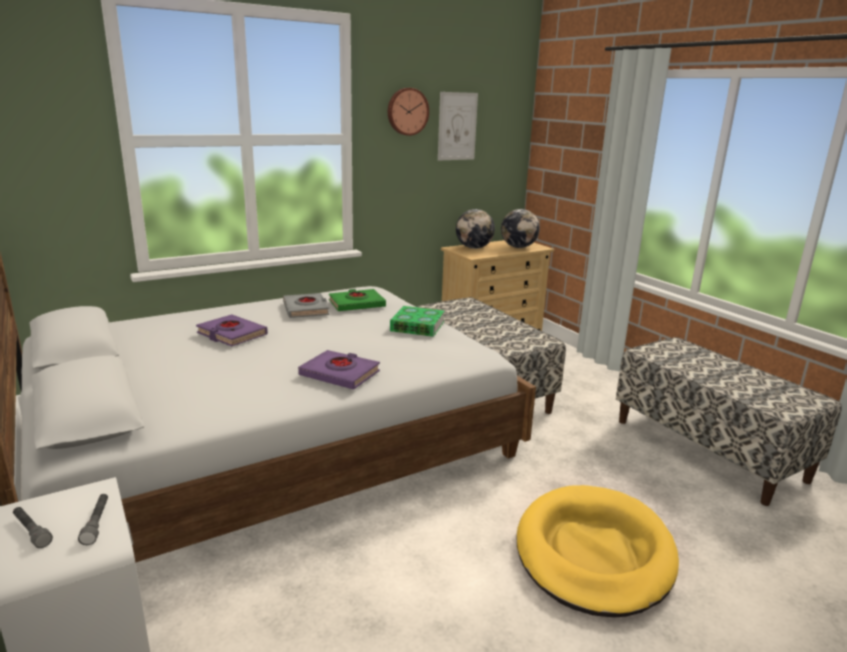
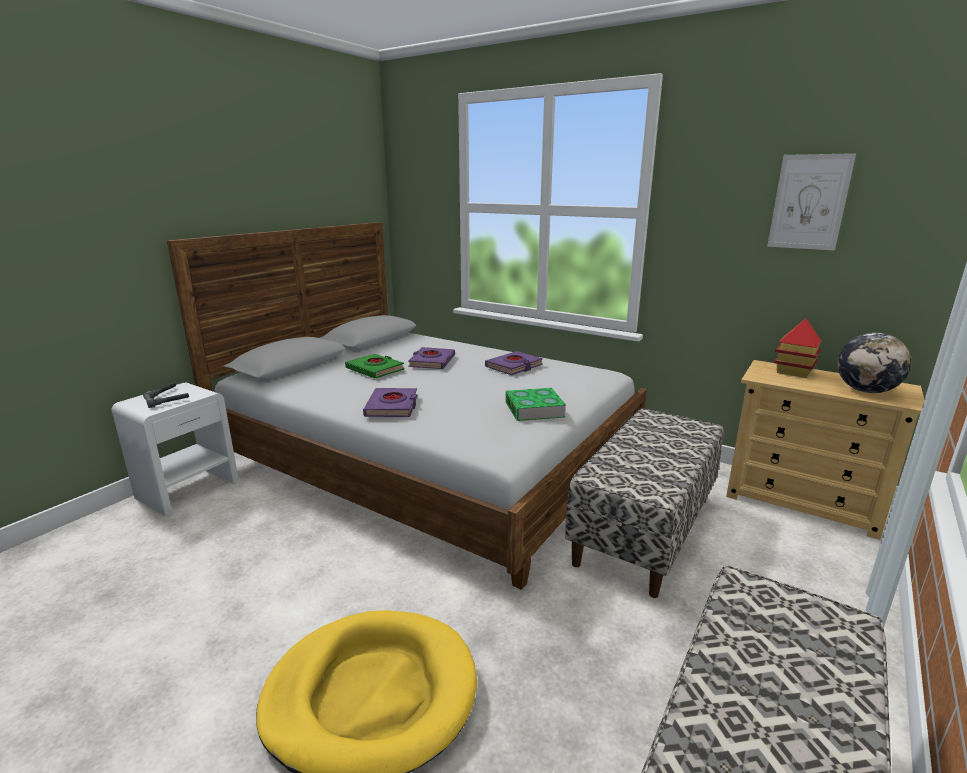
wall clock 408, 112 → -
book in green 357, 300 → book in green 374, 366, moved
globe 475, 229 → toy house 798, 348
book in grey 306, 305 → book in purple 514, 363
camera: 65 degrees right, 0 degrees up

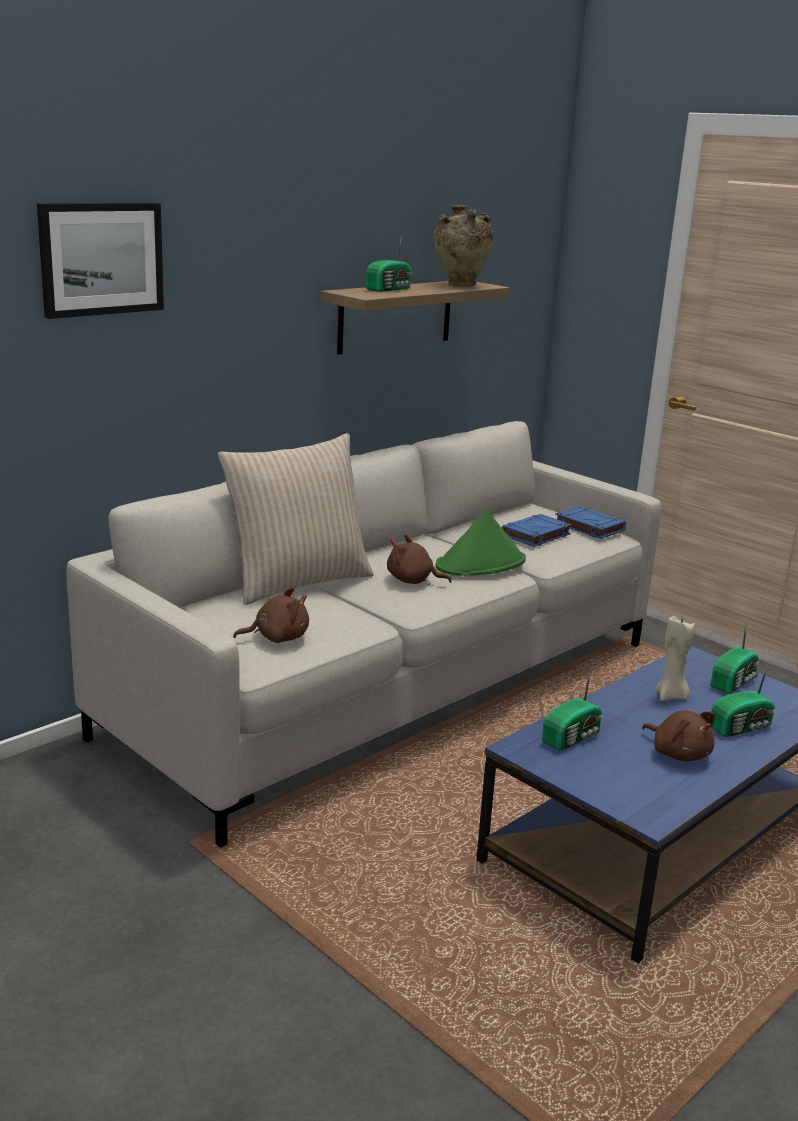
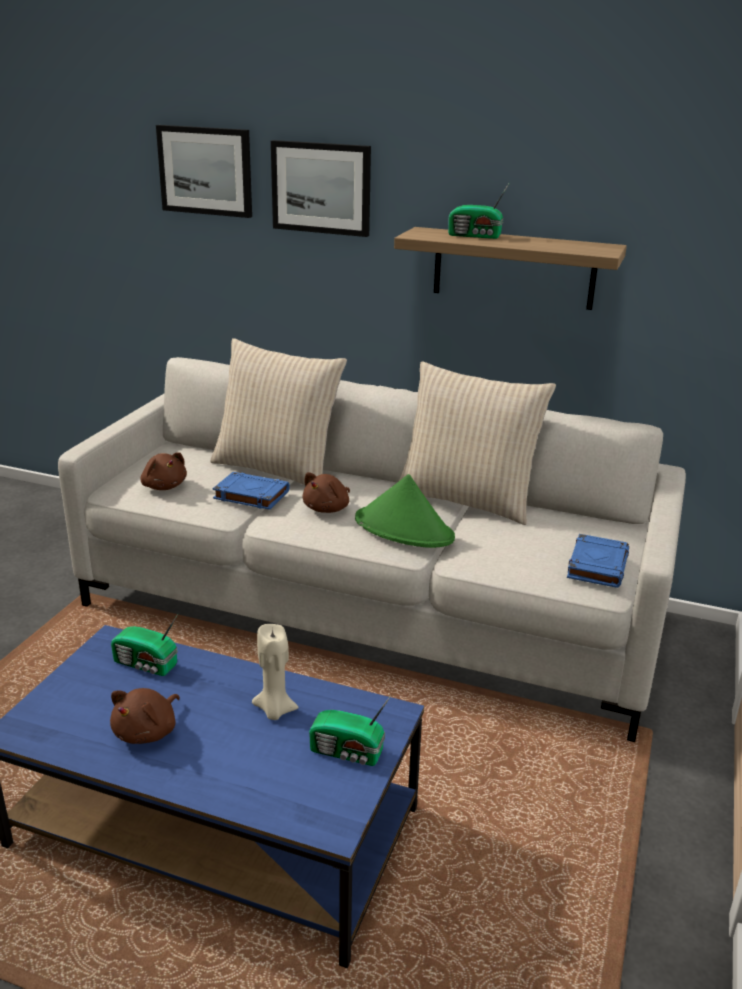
vase in beige 463, 246 → -
radio 743, 699 → -
- → picture 321, 188
- → pillow in beige 477, 443
book in blue 536, 530 → book in blue 251, 491, moved
plush toy in brown 419, 559 → plush toy in brown 326, 492, 135 degrees counterclockwise
camera: 65 degrees right, 5 degrees up

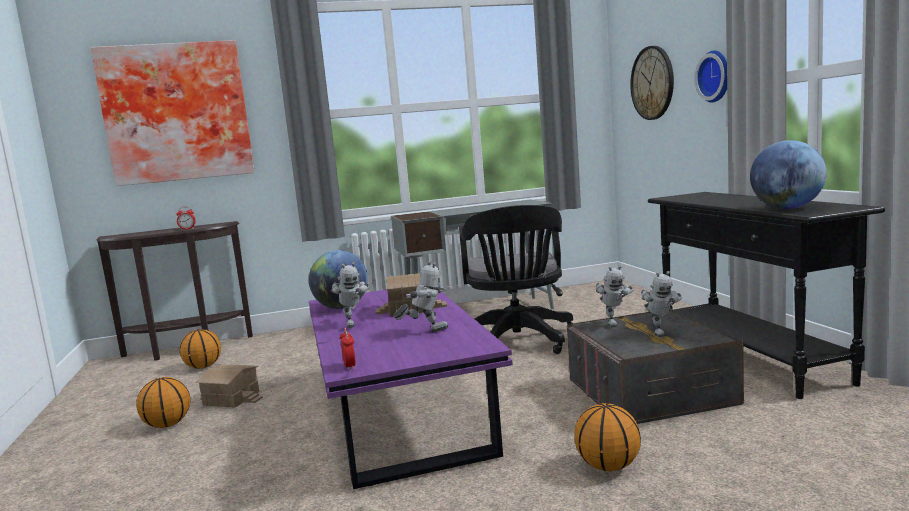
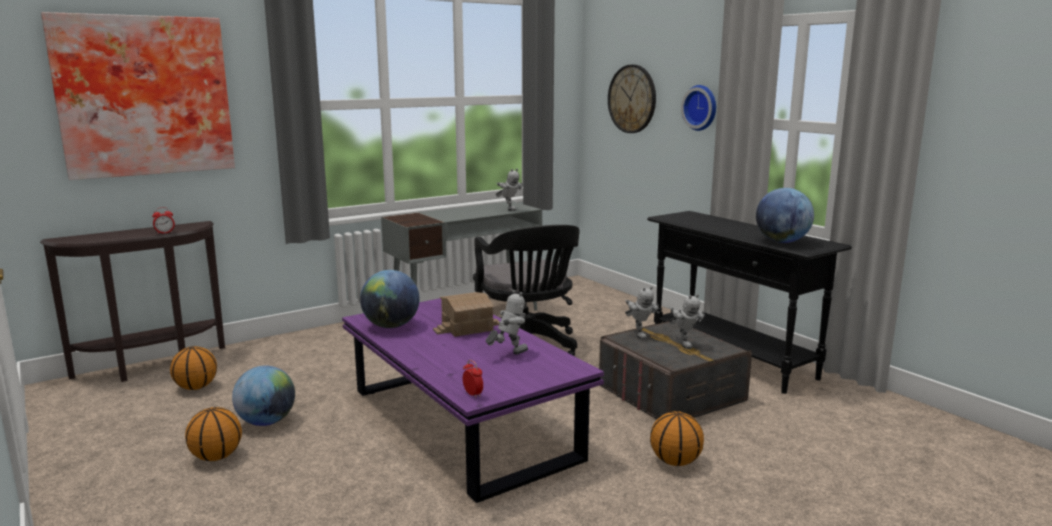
toy robot 350, 295 → toy robot 509, 190, moved
toy house 229, 386 → globe 263, 396
camera: 20 degrees left, 5 degrees up

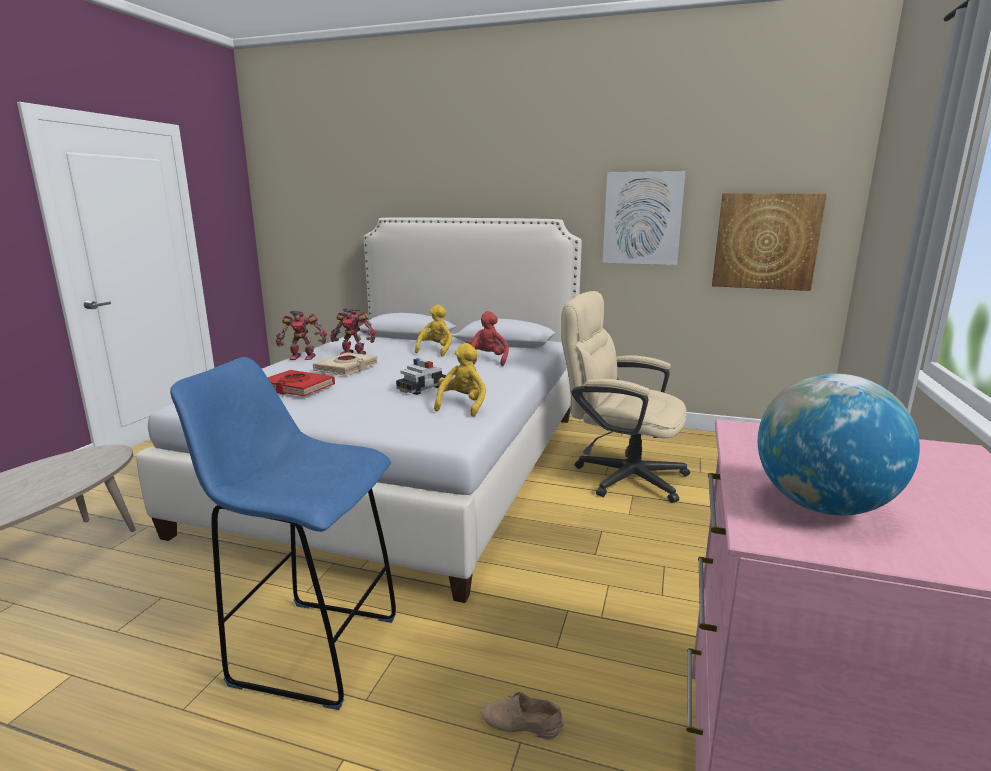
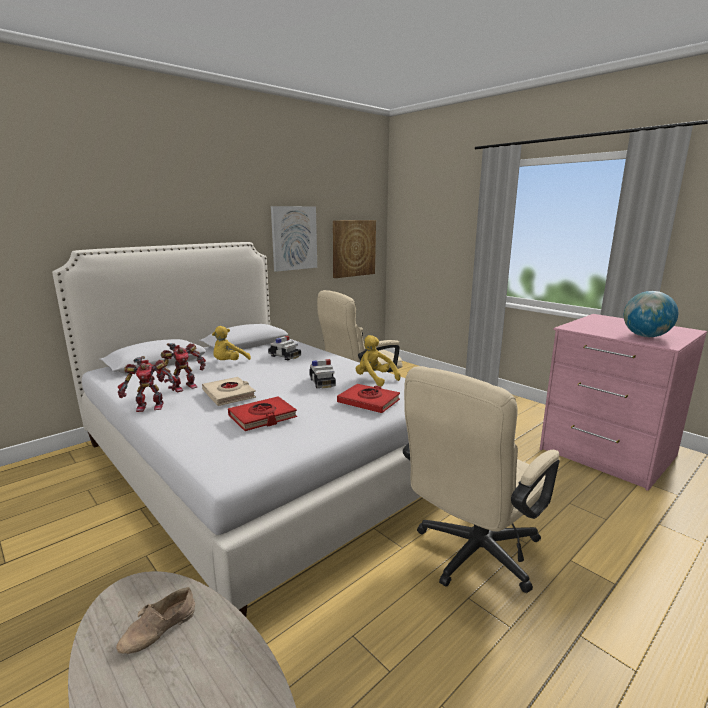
- → book in red 368, 398
shoe in beige 522, 715 → shoe in beige 155, 620, moved
stool in blue 283, 533 → office chair in beige 481, 479
plush toy in red 487, 338 → toy car 284, 348
toy robot 301, 335 → toy robot 148, 384, 45 degrees clockwise
plush toy in yellow 433, 331 → plush toy in yellow 231, 343, 105 degrees counterclockwise
camera: 60 degrees left, 0 degrees up

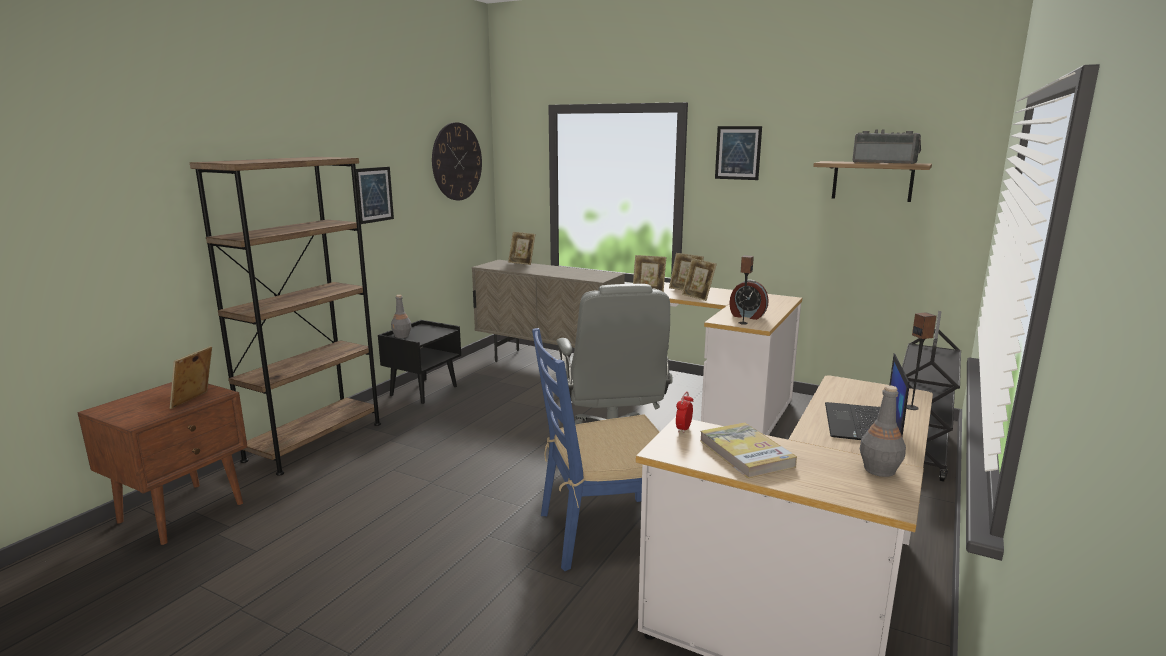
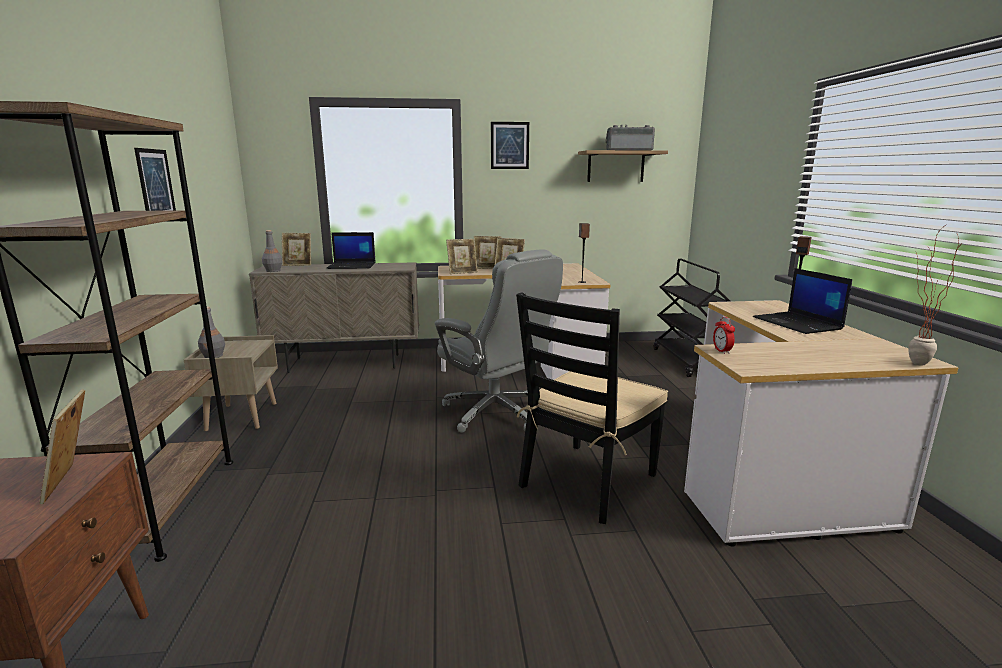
wall clock 457, 161 → -
book 748, 450 → -
alarm clock 749, 300 → -
- → laptop 351, 250
- → potted plant 935, 299
bottle in grey 883, 431 → bottle in grey 272, 251, moved
nightstand in black 419, 362 → nightstand in beige 231, 383
chair in blue 595, 449 → chair in black 592, 408
camera: 35 degrees left, 0 degrees up

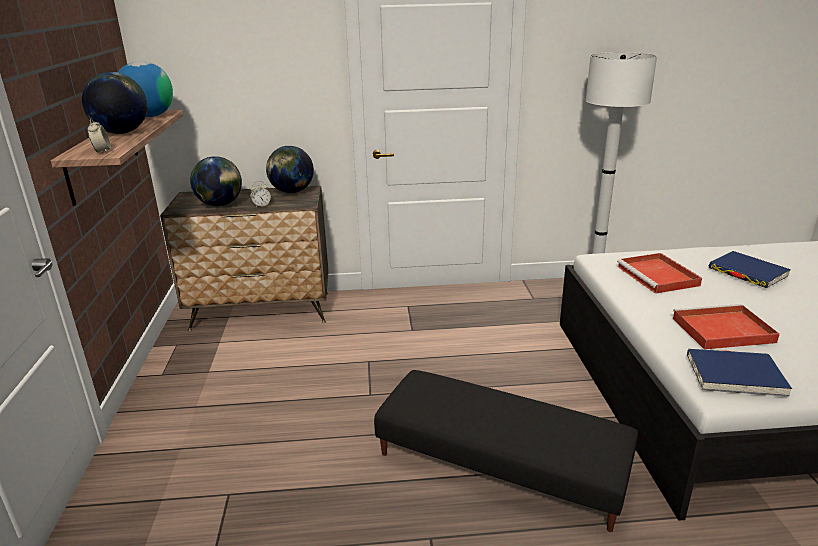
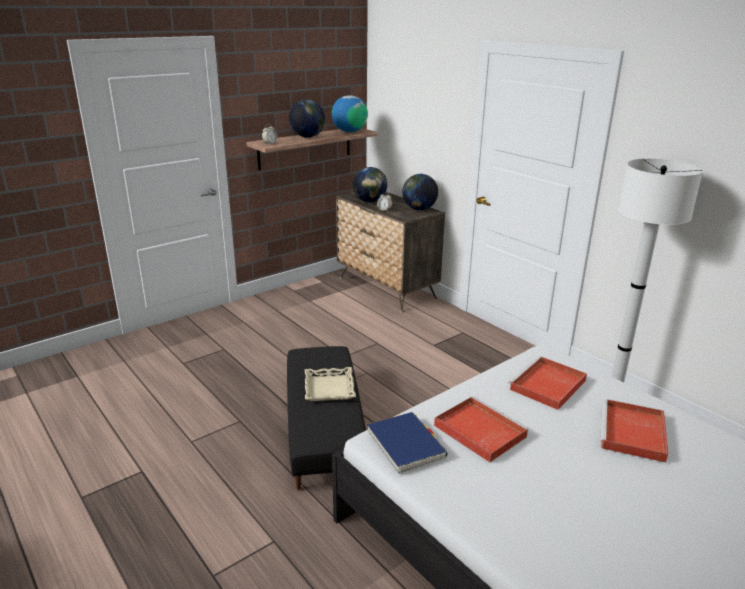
- → tray in beige 330, 384
book in blue 750, 269 → tray in red 634, 430
camera: 55 degrees right, 0 degrees up

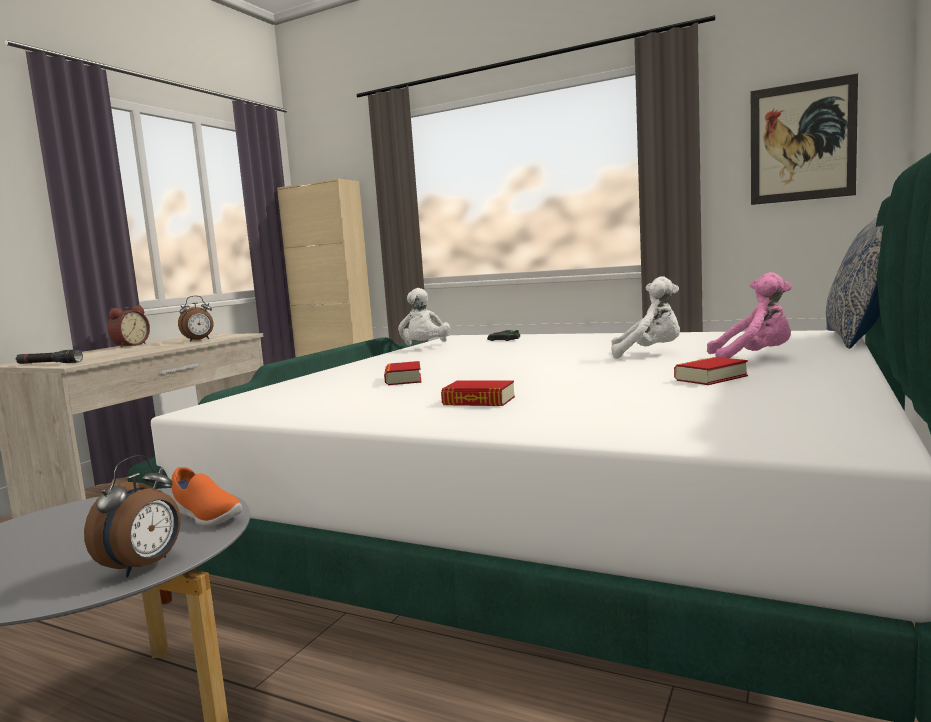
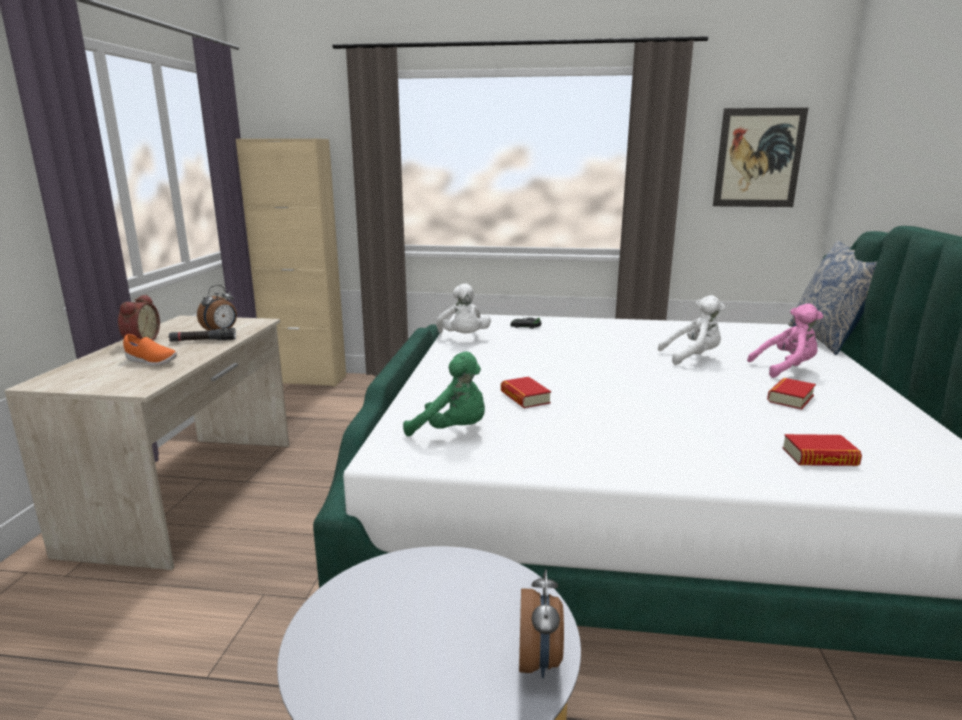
- → plush toy in green 444, 393
flashlight in black 49, 356 → flashlight in black 202, 335, moved
shoe in orange 206, 496 → shoe in orange 150, 350, moved
book 478, 393 → book 822, 450, moved
camera: 20 degrees left, 10 degrees up

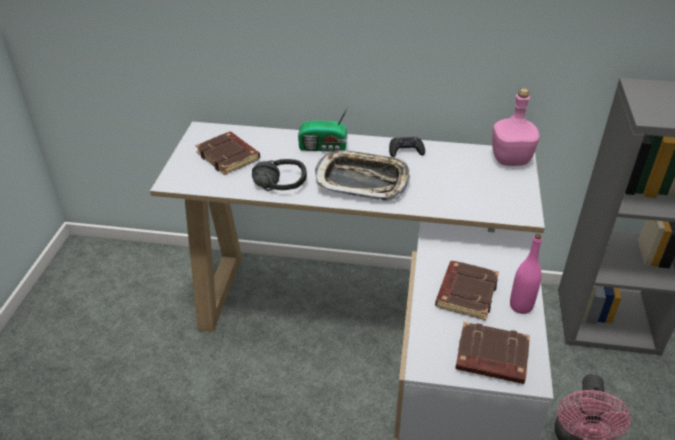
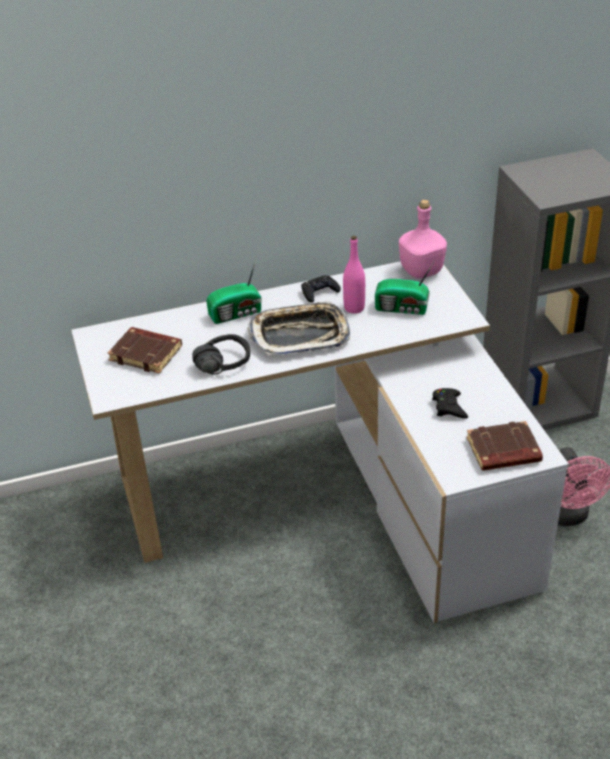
- → radio 404, 288
bottle in pink 526, 274 → bottle in pink 354, 275, moved
book in brown 467, 291 → game controller in black 450, 403
camera: 25 degrees left, 0 degrees up

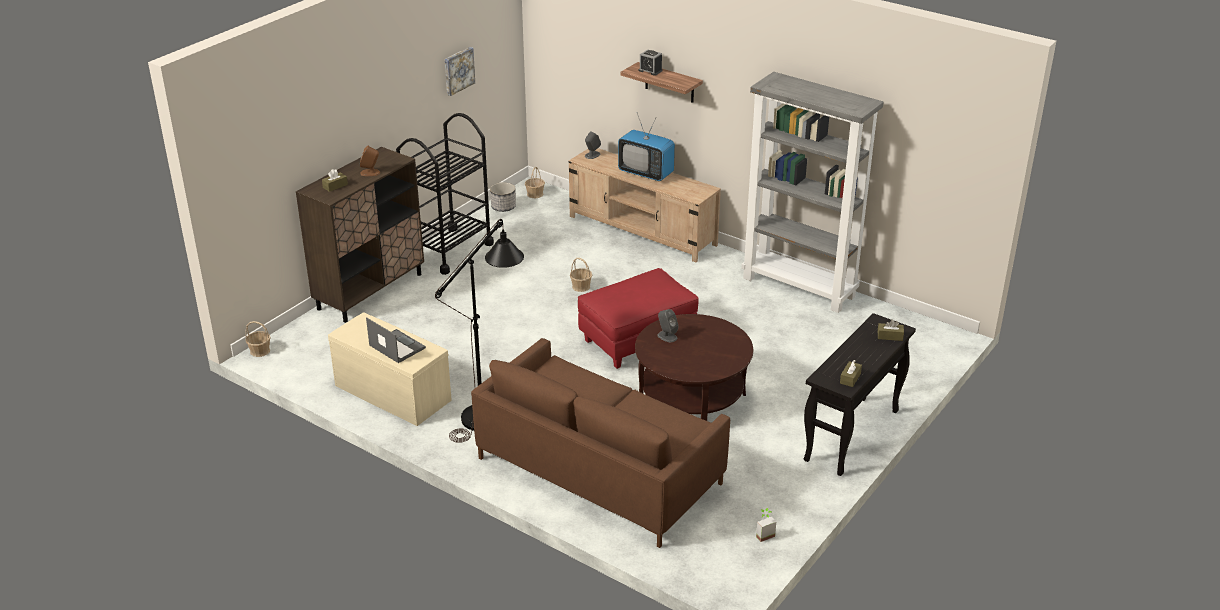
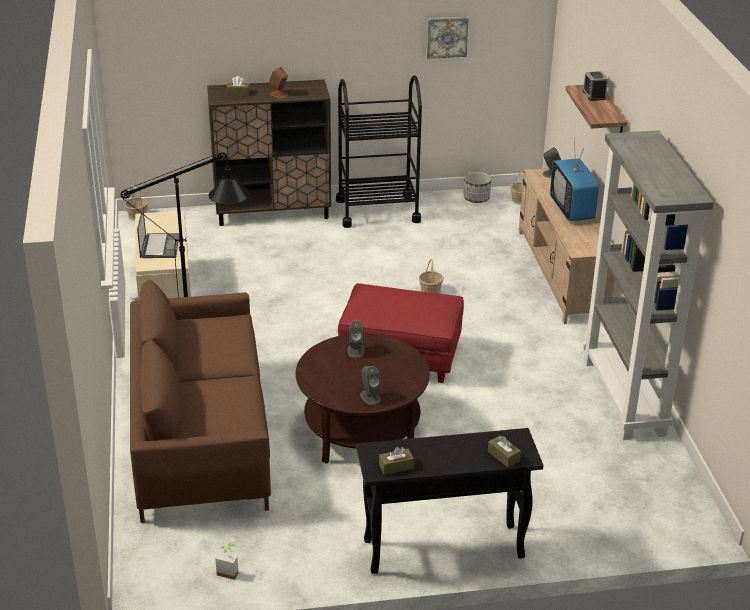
- → speaker in grey 371, 385
camera: 45 degrees right, 0 degrees up

